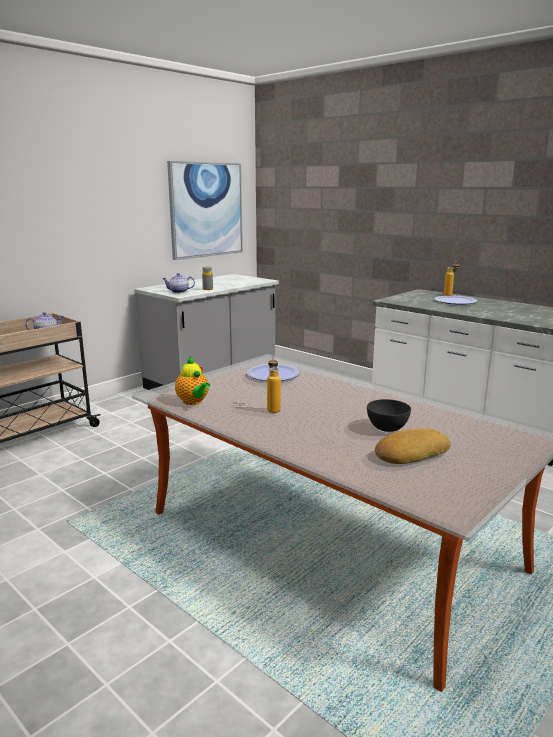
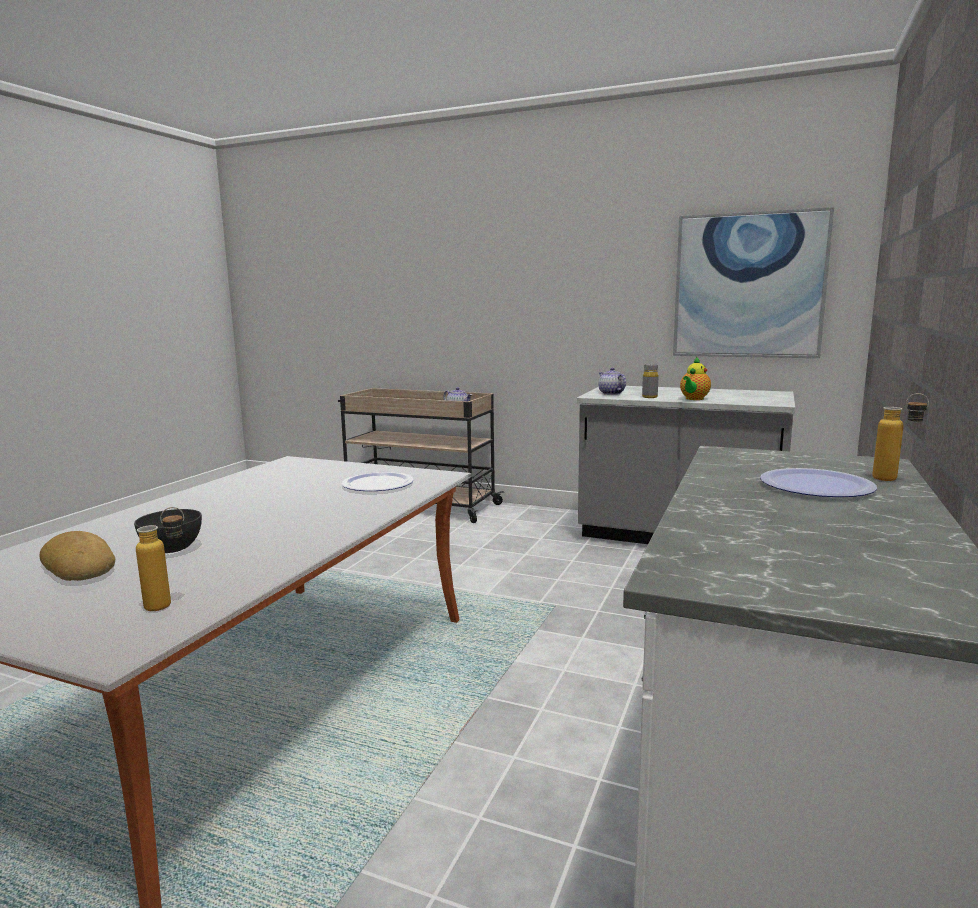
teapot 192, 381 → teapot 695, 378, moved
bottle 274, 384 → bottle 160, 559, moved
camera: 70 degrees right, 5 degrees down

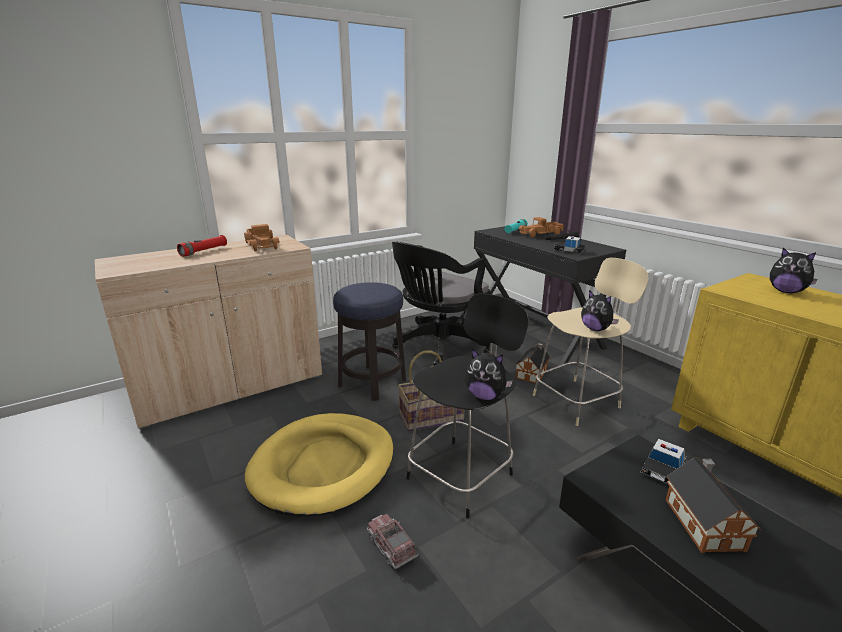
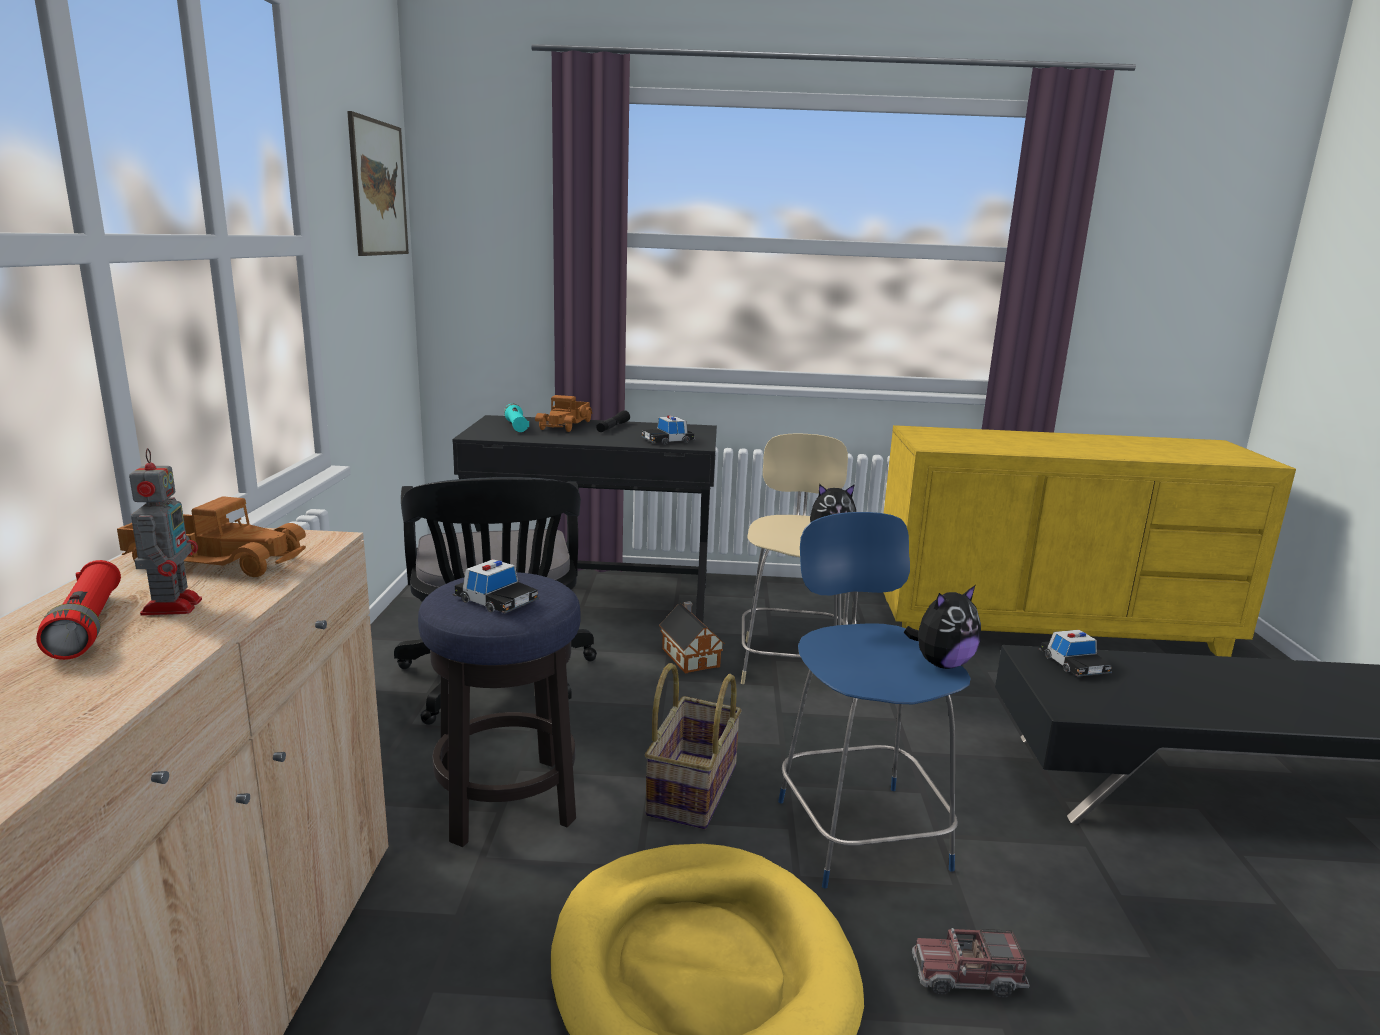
toy house 713, 505 → -
plush toy 794, 270 → -
- → toy robot 165, 532
- → picture 378, 183
- → toy car 496, 586
stool in black 467, 406 → stool in blue 874, 700
camera: 55 degrees left, 5 degrees down

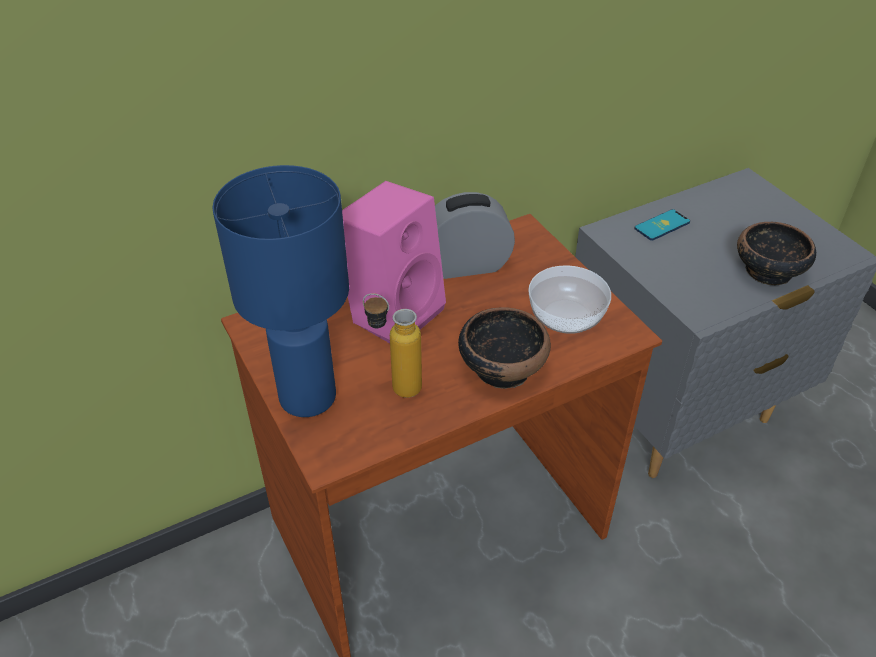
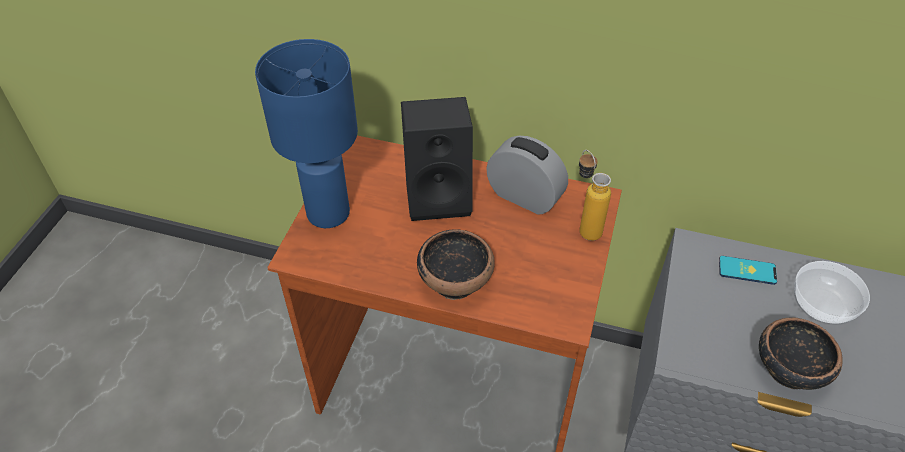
bottle 392, 345 → bottle 595, 195, moved
bowl 569, 299 → bowl 832, 293, moved
speaker in pink 394, 262 → speaker in black 437, 159
camera: 45 degrees right, 5 degrees up

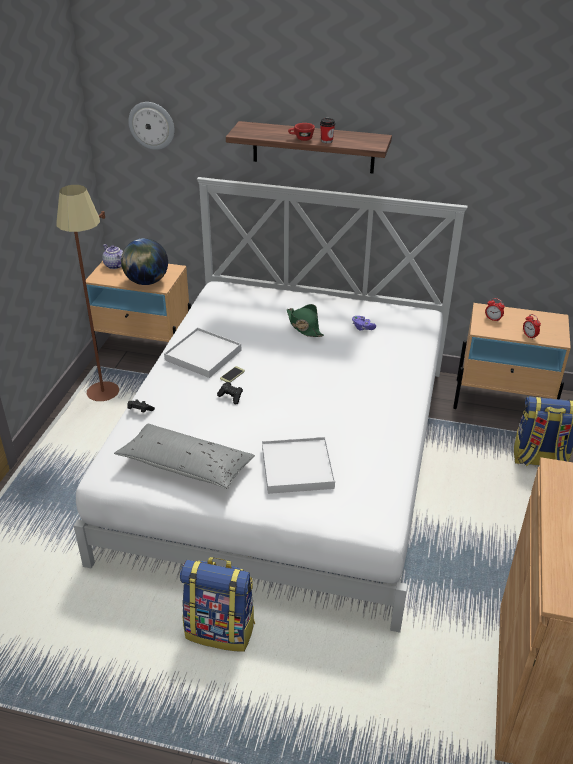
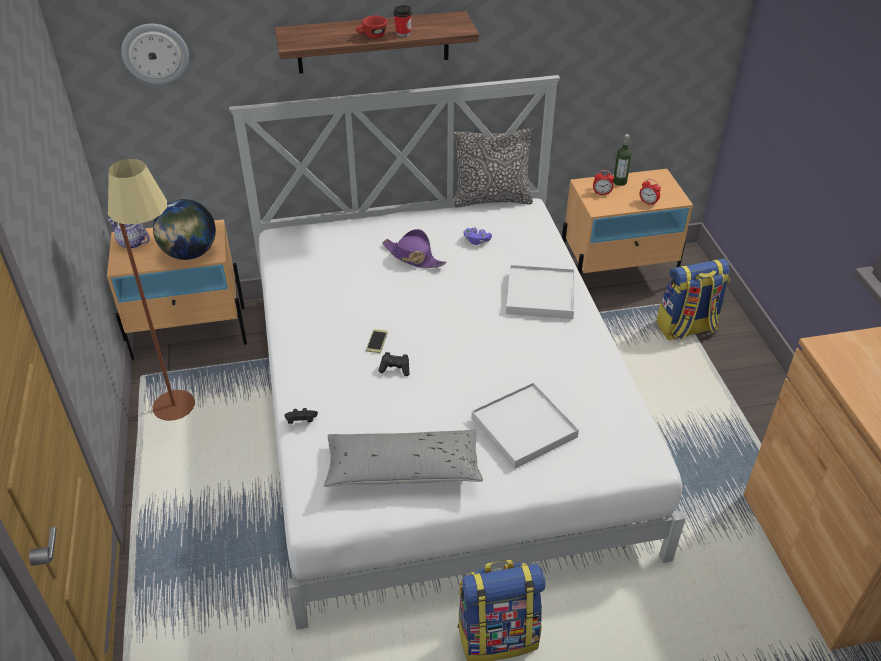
- → pillow 493, 167
- → bottle 622, 160
tray in white 202, 352 → tray in white 540, 292, moved
hat in green 305, 320 → hat in purple 414, 249
camera: 25 degrees left, 5 degrees up

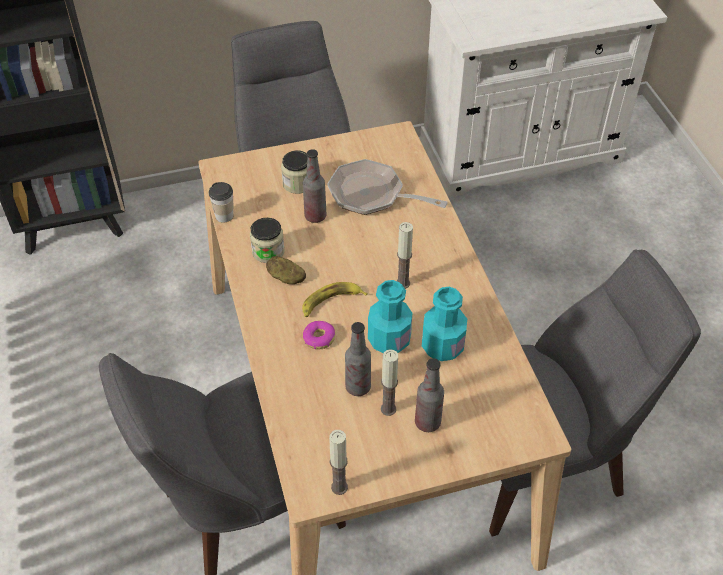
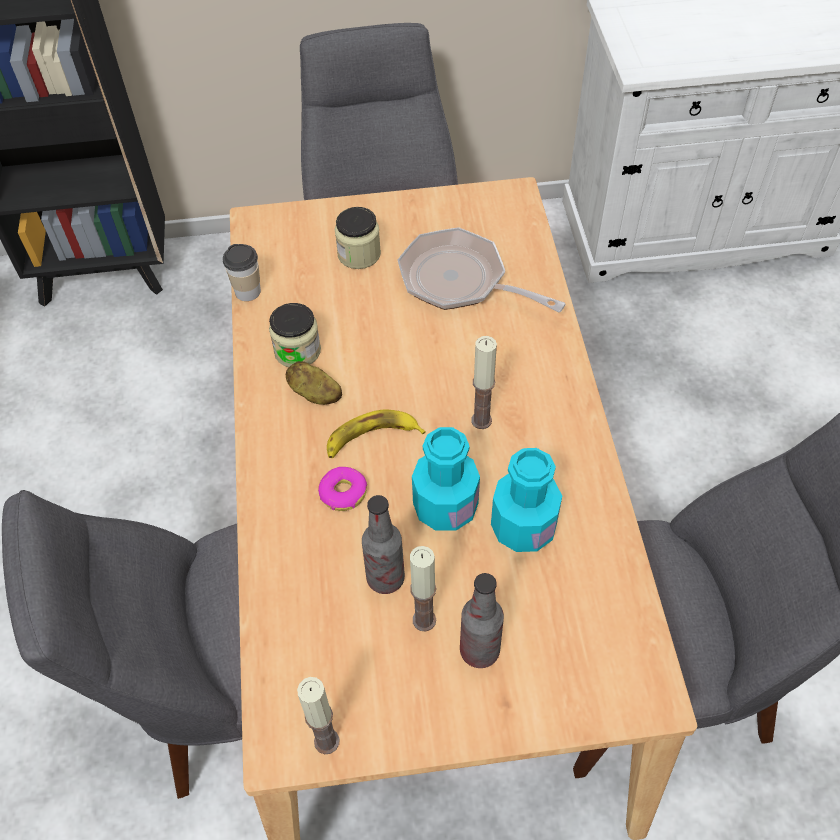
bottle 314, 186 → -
camera: 10 degrees right, 5 degrees up

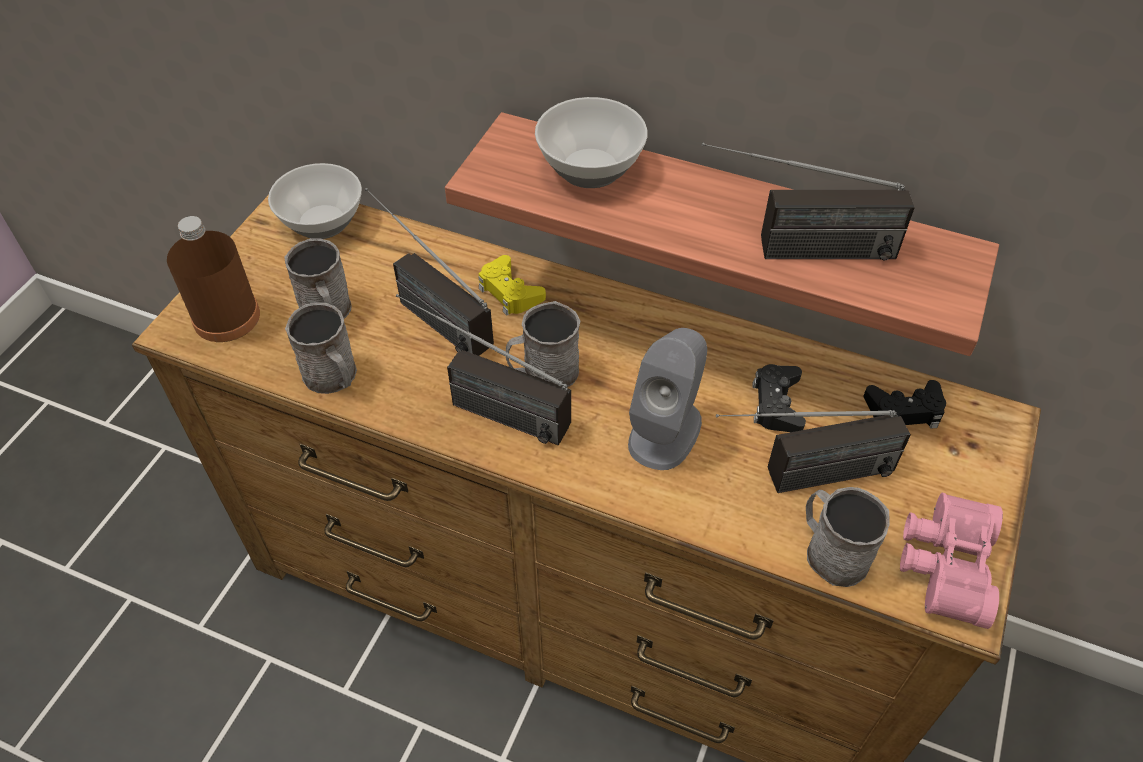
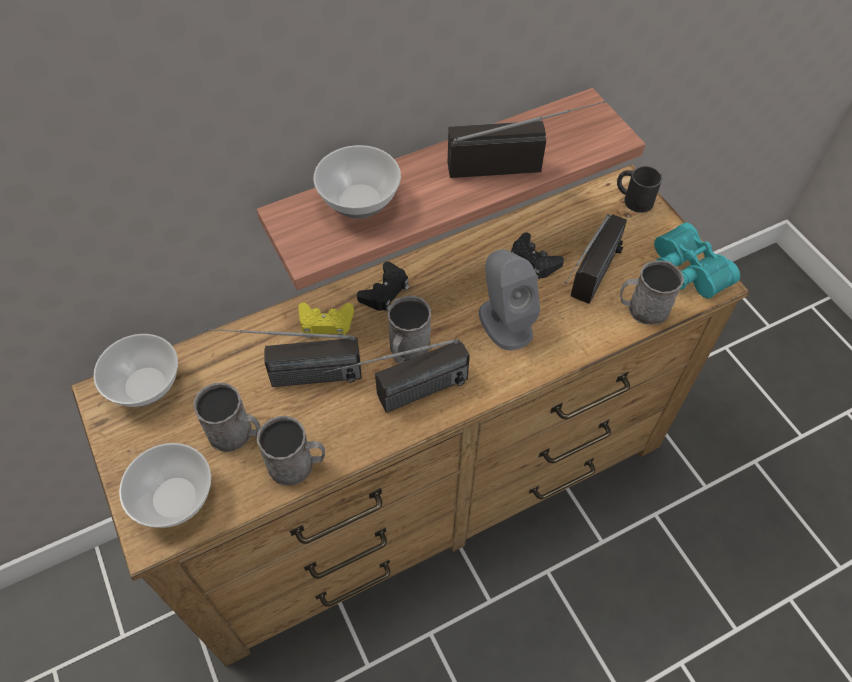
- → mug in black 639, 189
game controller in black 905, 404 → game controller in black 383, 286, moved
bottle in brown 213, 279 → bowl 165, 485
binoculars in pink 951, 561 → binoculars in turquoise 697, 260
radio 808, 201 → radio 526, 139, 135 degrees counterclockwise
camera: 50 degrees left, 5 degrees up

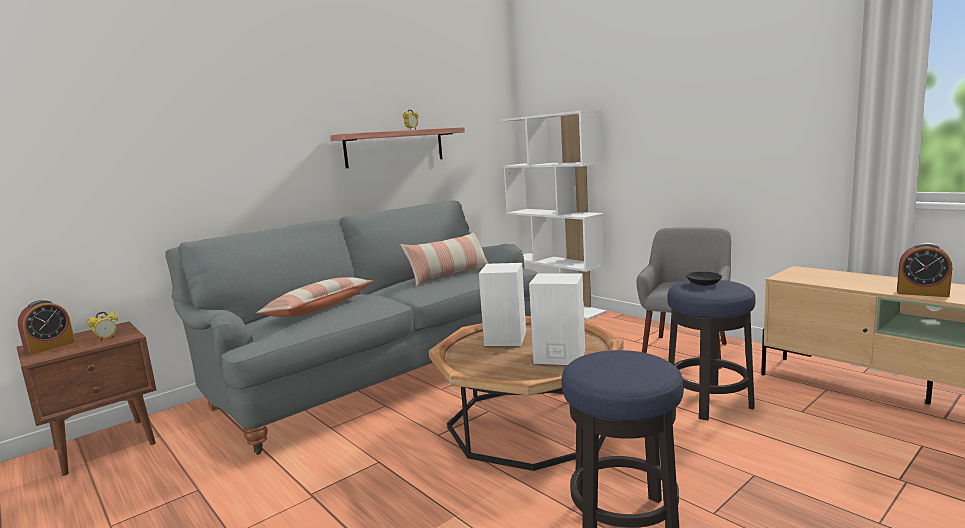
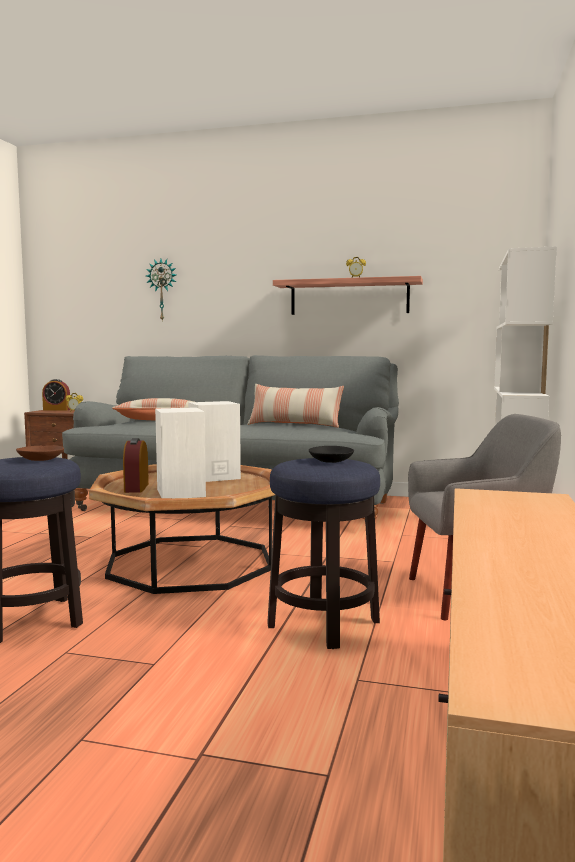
- → bowl in brown 40, 453
- → wall clock 161, 289
alarm clock 924, 270 → alarm clock 136, 465, moved
camera: 55 degrees right, 5 degrees down

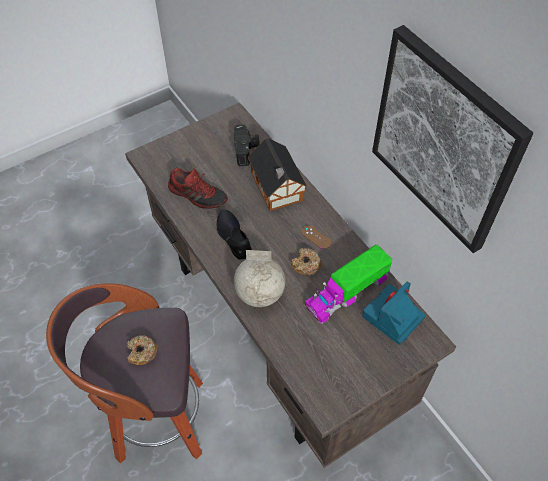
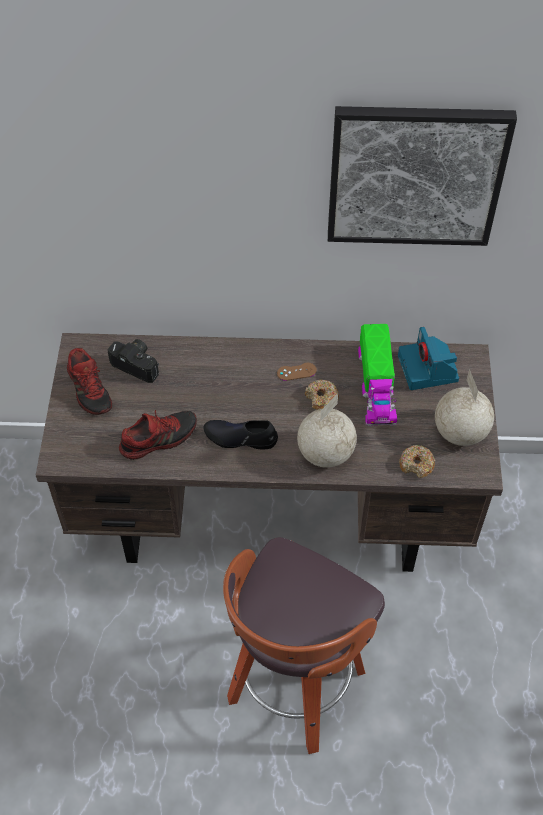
toy house 277, 174 → -
- → shoe 89, 381
- → globe 464, 407
donut 142, 350 → donut 417, 461, moved
camera: 55 degrees left, 0 degrees up

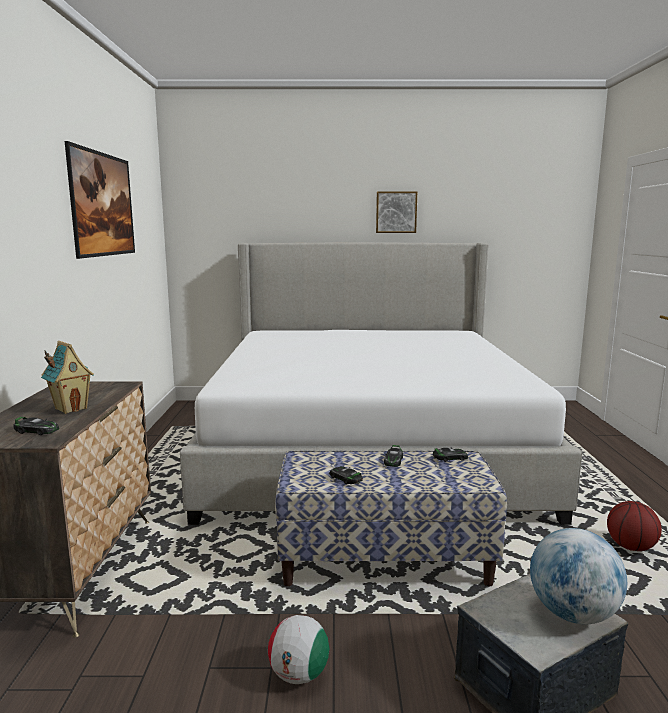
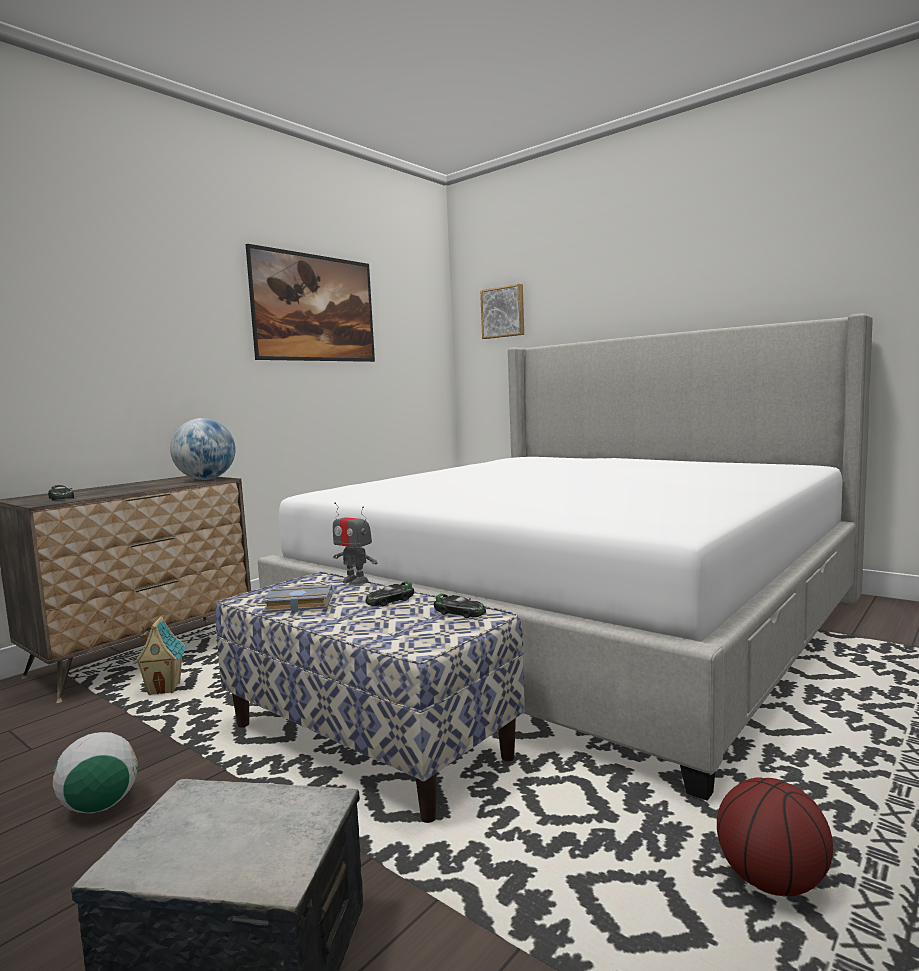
- → toy robot 355, 543
toy house 67, 377 → toy house 160, 655, moved
picture 396, 212 → picture 502, 311, moved
globe 578, 576 → globe 203, 449, moved
toy car 346, 475 → book in grey 297, 598
camera: 40 degrees right, 5 degrees down

